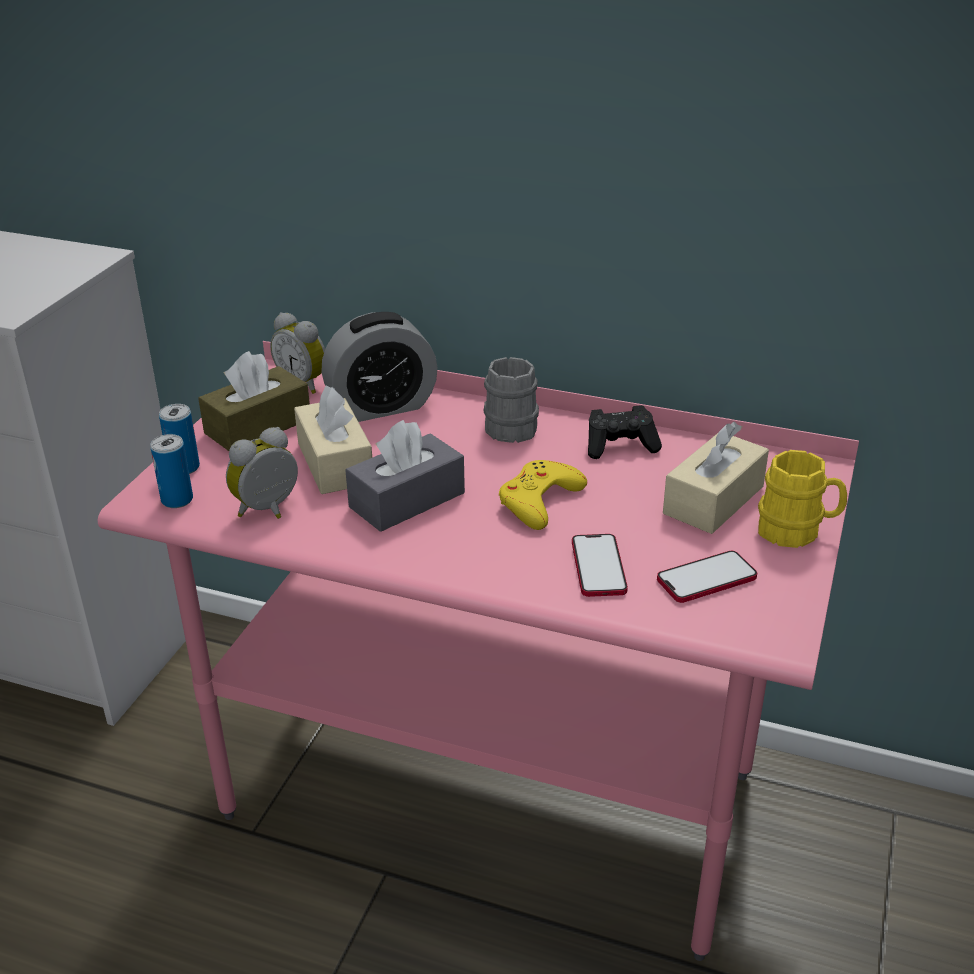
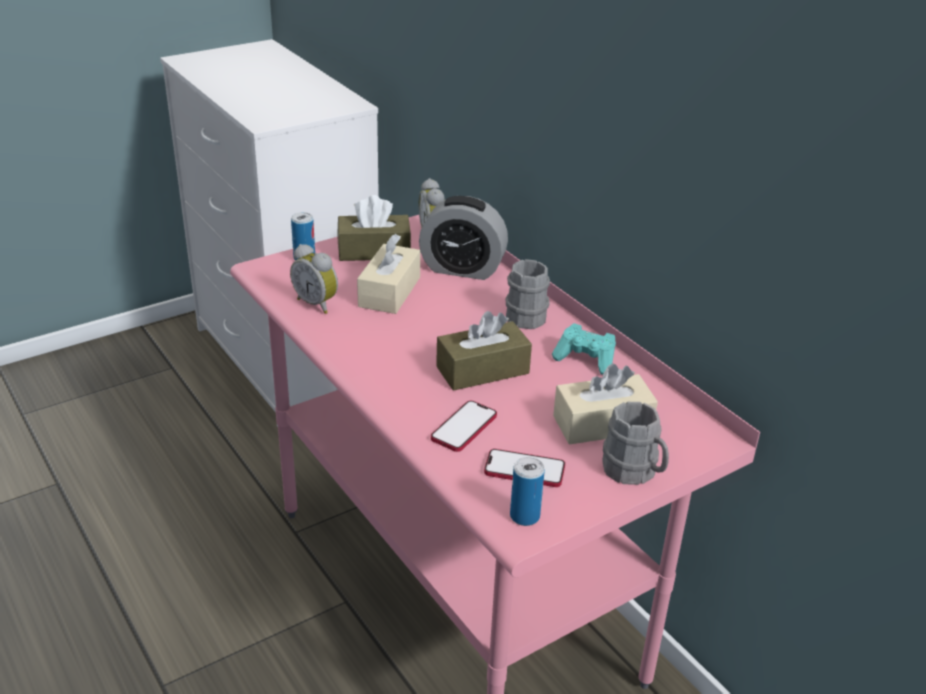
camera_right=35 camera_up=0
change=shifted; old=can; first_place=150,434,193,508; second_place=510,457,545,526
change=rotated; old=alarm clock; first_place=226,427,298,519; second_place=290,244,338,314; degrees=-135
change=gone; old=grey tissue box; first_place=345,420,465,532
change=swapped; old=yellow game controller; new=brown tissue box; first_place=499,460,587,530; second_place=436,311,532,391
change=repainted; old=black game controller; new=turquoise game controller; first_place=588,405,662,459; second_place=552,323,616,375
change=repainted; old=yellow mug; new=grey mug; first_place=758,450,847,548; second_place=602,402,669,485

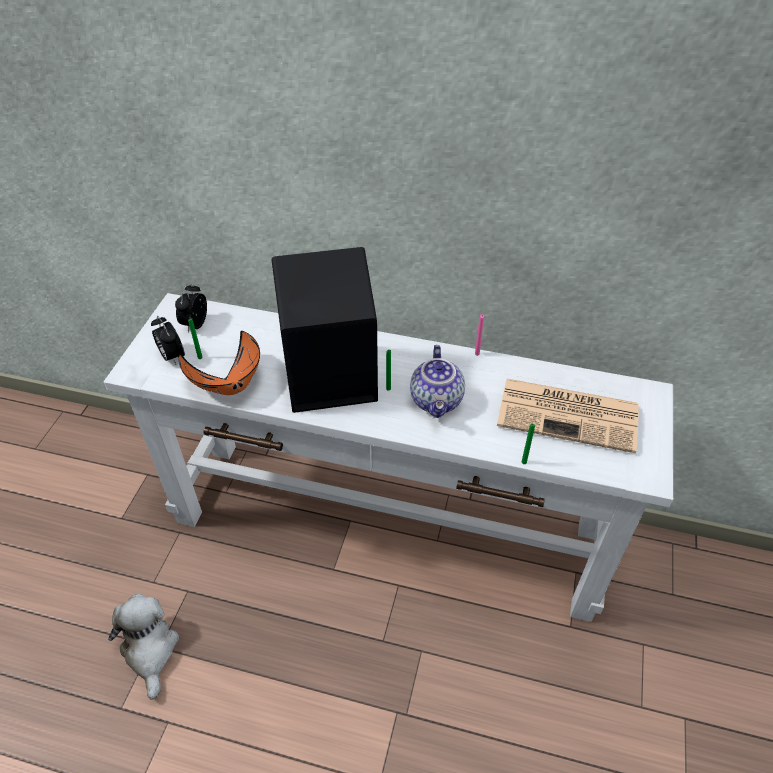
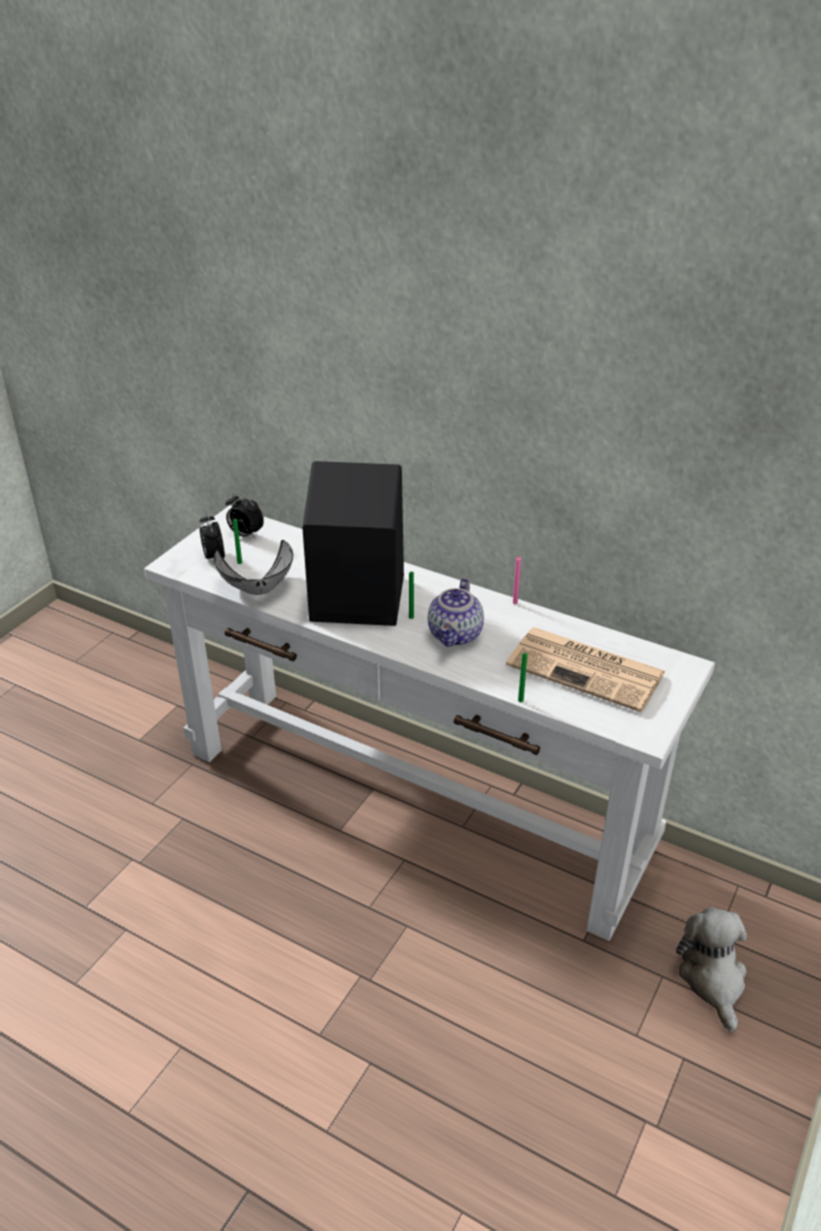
camera_right=15 camera_up=-10
change=shifted; old=plush toy; first_place=108,594,179,700; second_place=676,907,747,1032
change=rotated; old=alarm clock; first_place=175,283,207,333; second_place=226,492,264,538; degrees=-90
change=repainted; old=orange bowl; new=grey bowl; first_place=179,331,260,395; second_place=214,540,293,595

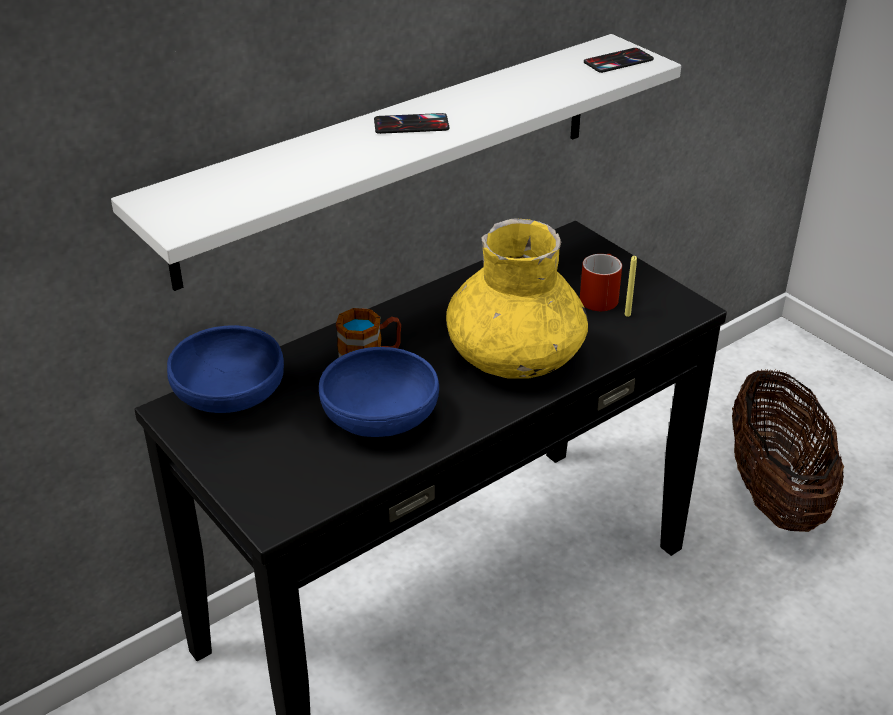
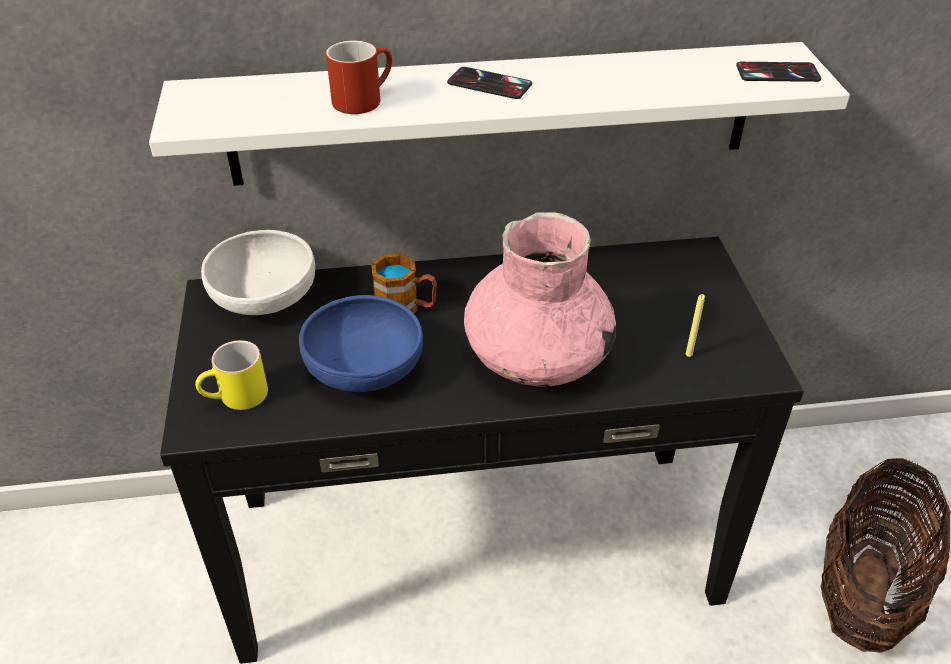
camera_right=30 camera_up=5
change=repainted; old=blue bowl; new=white bowl; first_place=167,325,284,413; second_place=201,230,315,315
change=repainted; old=yellow vase; new=pink vase; first_place=446,218,588,378; second_place=464,212,616,387
change=shifted; old=red mug; first_place=580,254,622,311; second_place=326,40,392,114
change=new; new=yellow mug; second_place=195,340,268,410

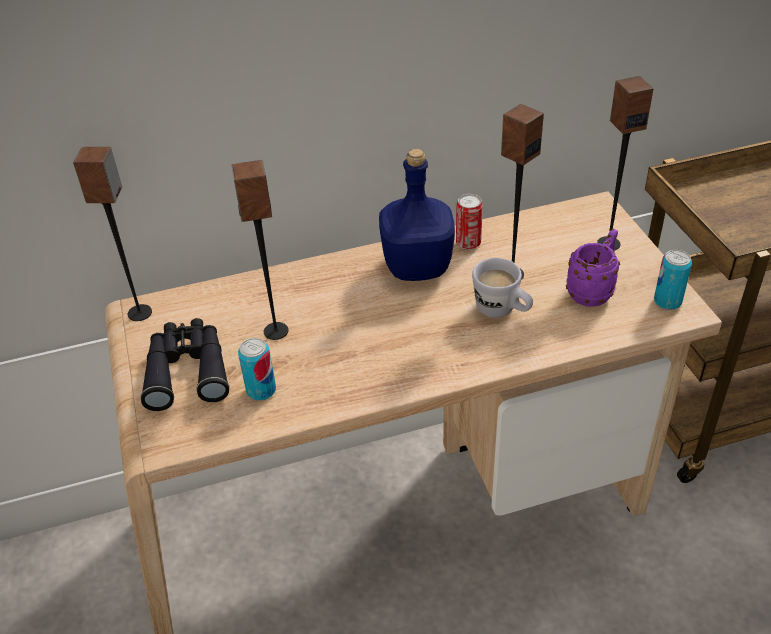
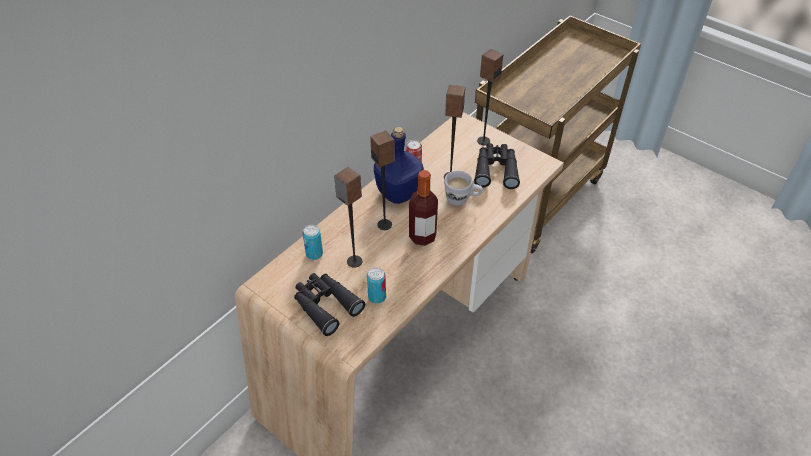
camera_right=-35 camera_up=5
change=shifted; old=speaker; first_place=73,147,152,321; second_place=370,131,395,230
change=swapped; old=purple mug; new=black binoculars; first_place=566,229,620,307; second_place=474,143,520,189
change=shifted; old=can; first_place=654,250,692,310; second_place=302,225,323,260
change=new; new=bottle; second_place=409,170,438,246

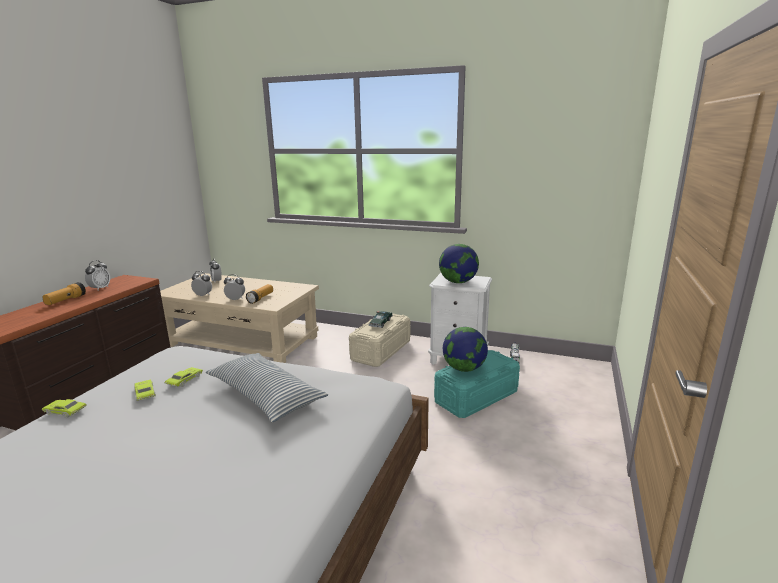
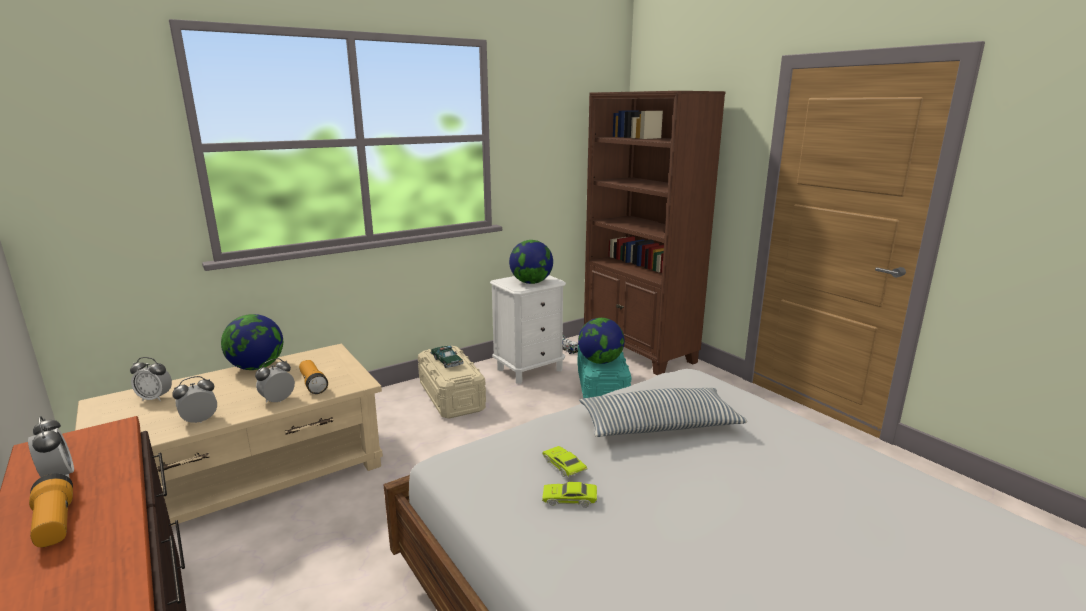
camera_right=-55 camera_up=0
change=gone; old=green toy car; first_place=42,399,87,418
change=new; new=globe; second_place=221,314,283,370
change=new; new=brown bookcase; second_place=584,91,726,375

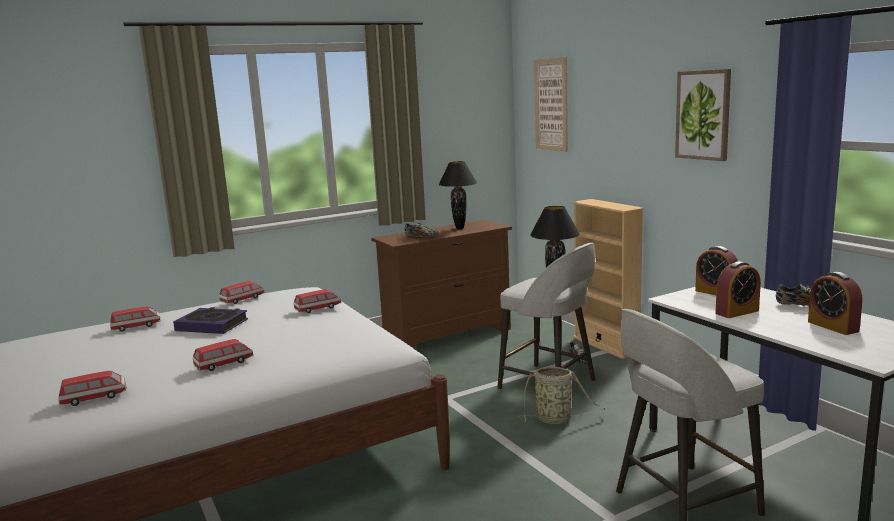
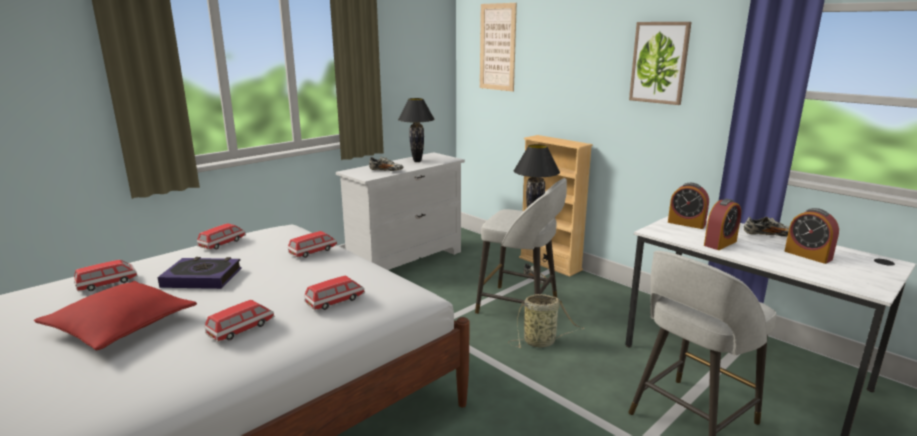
camera_right=-15 camera_up=5
change=shifted; old=toy car; first_place=59,371,126,406; second_place=304,276,365,310
change=repainted; old=brown dresser; new=white dresser; first_place=371,220,512,349; second_place=336,152,465,270
change=new; new=red pillow; second_place=34,281,197,351

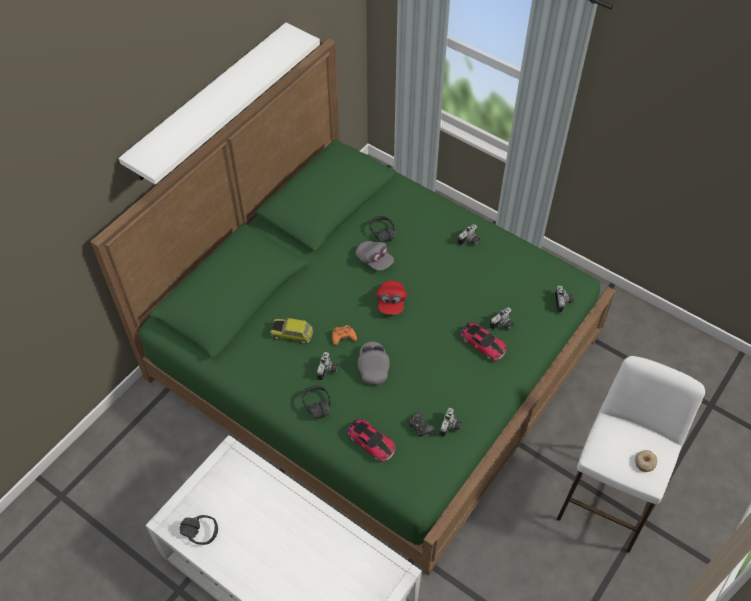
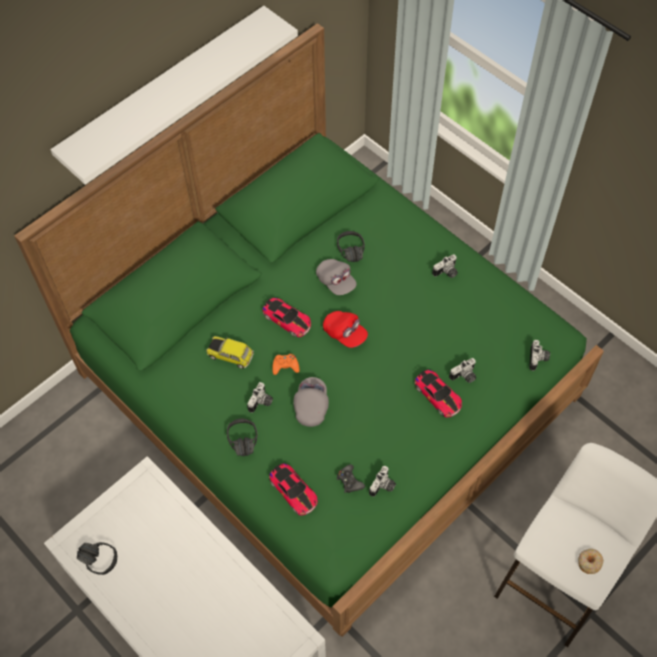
camera_right=10 camera_up=5
change=rotated; old=red cap; first_place=376,280,407,315; second_place=323,311,368,348; degrees=-60
change=new; new=toy car; second_place=263,298,311,337

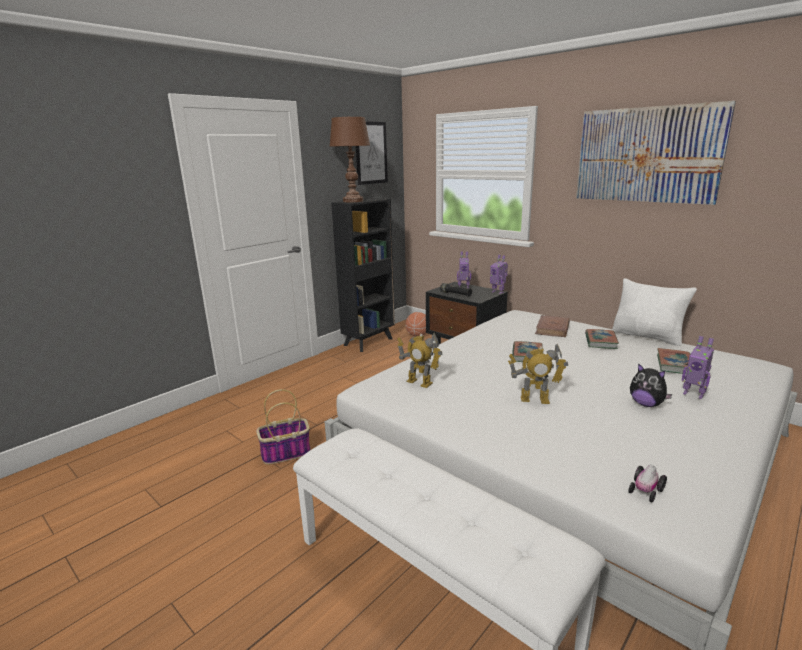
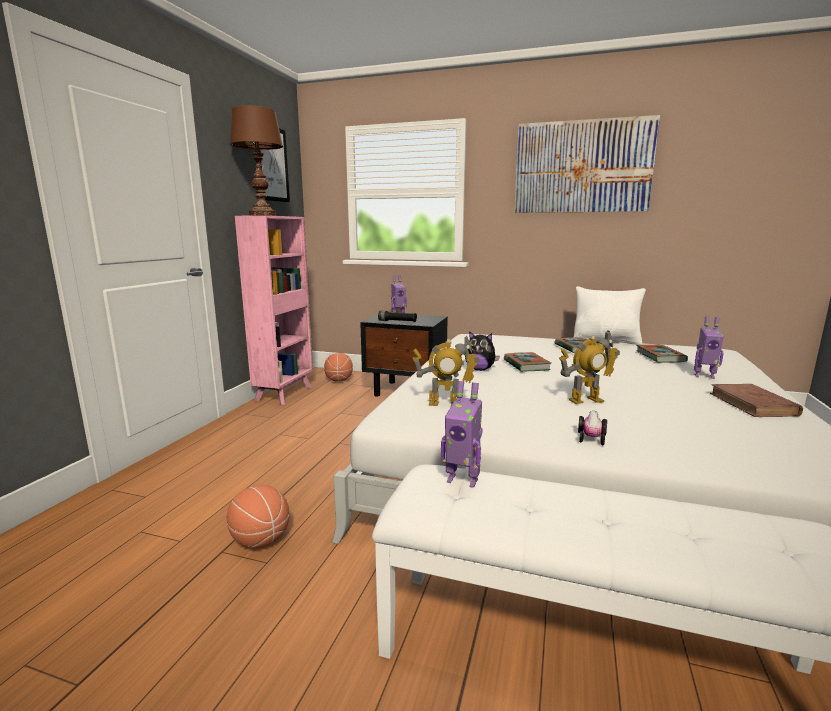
camera_right=-25 camera_up=-5
change=swapped; old=basket; new=basketball; first_place=256,389,311,465; second_place=227,485,290,548
change=repainted; old=black bookcase; new=pink bookcase; first_place=331,198,395,352; second_place=235,215,313,405
change=shifted; old=toy robot; first_place=490,255,508,294; second_place=441,381,483,488
change=shifted; old=brown book; first_place=535,315,570,337; second_place=710,384,803,417
change=shifted; old=toy car; first_place=628,465,667,503; second_place=578,411,607,445
change=shifted; old=plush toy; first_place=630,363,673,407; second_place=465,331,500,371

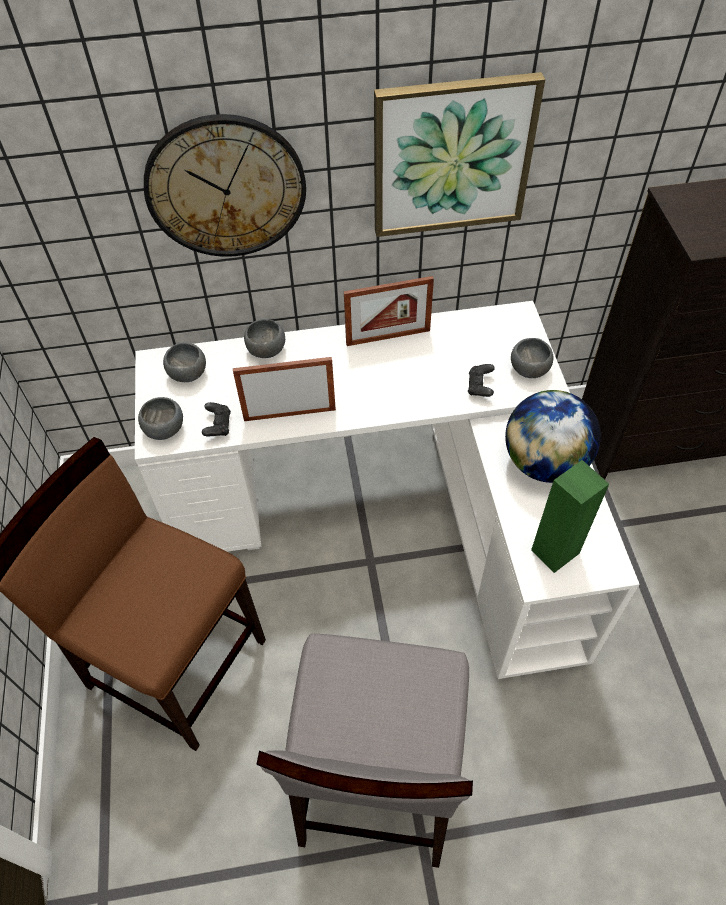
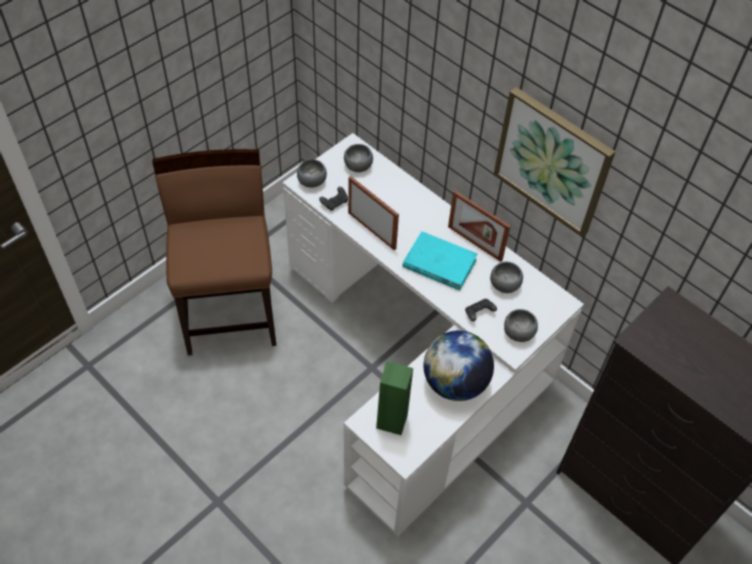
camera_right=50 camera_up=0
change=gone; old=wall clock; first_place=144,114,306,257
change=shifted; old=grey bowl; first_place=244,319,285,358; second_place=490,262,523,293
change=gone; old=grey chair; first_place=256,634,473,868
change=new; new=turquoise book; second_place=403,231,478,291

